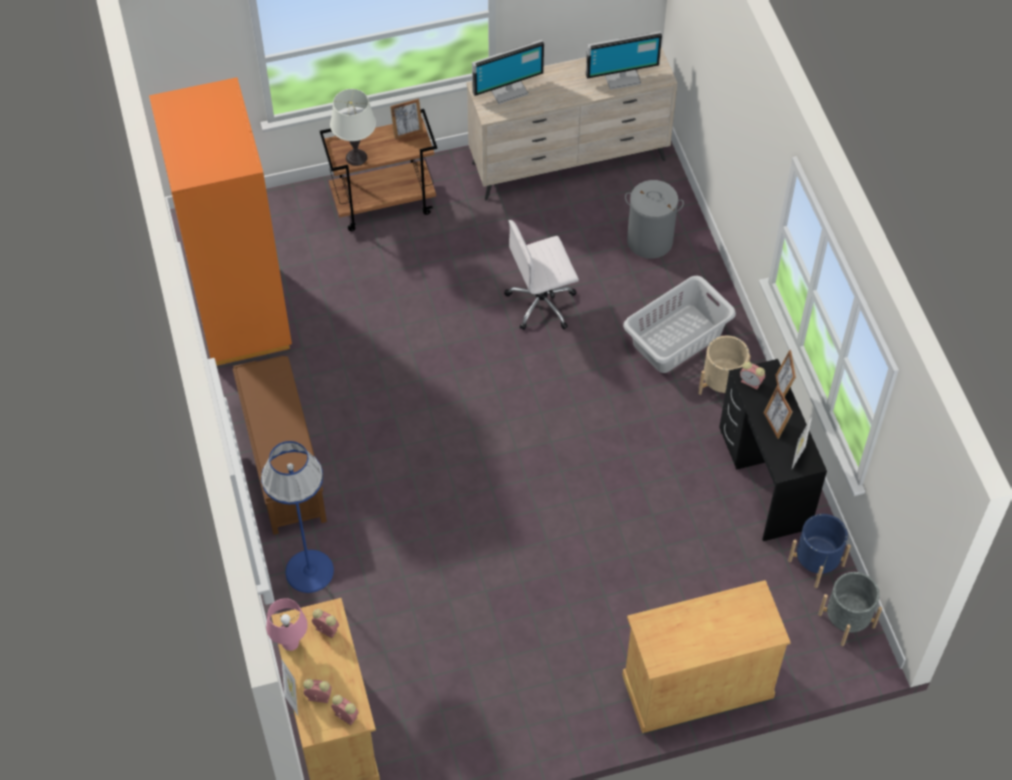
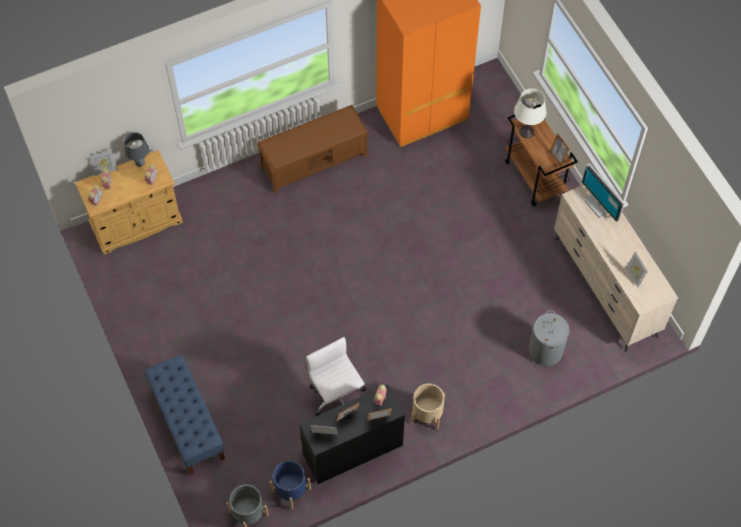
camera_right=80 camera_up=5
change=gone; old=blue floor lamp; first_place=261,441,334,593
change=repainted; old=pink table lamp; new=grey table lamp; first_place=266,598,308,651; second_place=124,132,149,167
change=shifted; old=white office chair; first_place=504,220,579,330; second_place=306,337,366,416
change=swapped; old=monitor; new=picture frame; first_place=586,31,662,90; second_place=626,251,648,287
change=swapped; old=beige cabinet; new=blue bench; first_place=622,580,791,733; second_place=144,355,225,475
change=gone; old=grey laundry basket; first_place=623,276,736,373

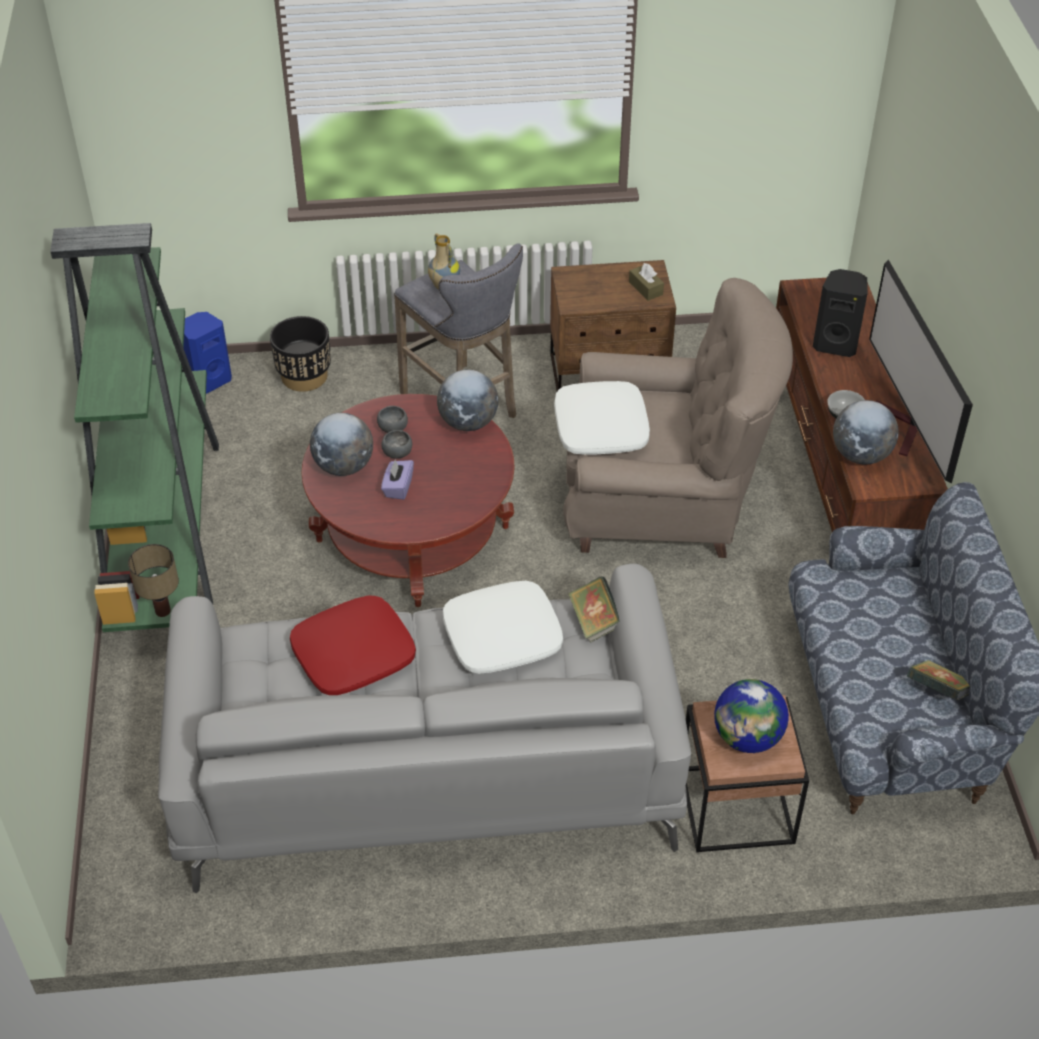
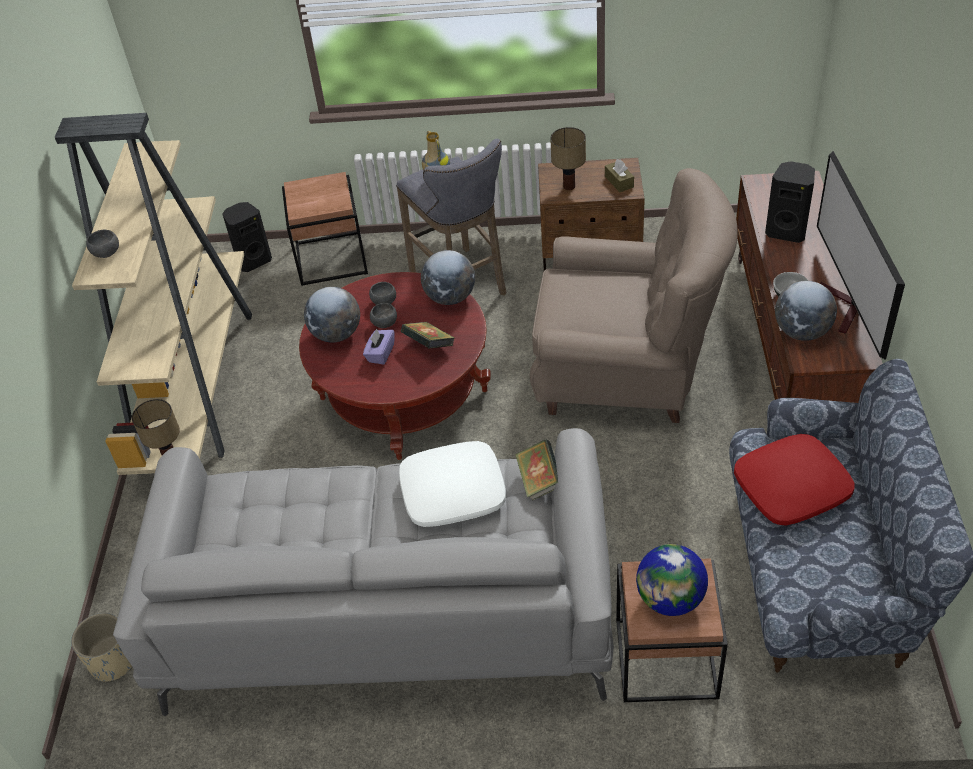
camera_right=10 camera_up=0
change=repainted; old=green bookcase; new=beige bookcase; first_place=50,223,219,632; second_place=55,113,252,475
change=repainted; old=blue speaker; new=black speaker; first_place=183,312,232,394; second_place=222,202,272,272
change=swapped; old=black planter; new=brown side table; first_place=270,316,331,392; second_place=282,172,368,286
change=shifted; old=red pillow; first_place=290,595,416,695; second_place=734,434,855,525
change=gone; old=white pillow; first_place=554,381,650,455
change=shifted; old=book; first_place=907,660,970,701; second_place=401,322,454,348
change=new; new=beige planter; second_place=71,613,133,682
change=new; new=grey bowl; second_place=86,230,119,258
change=new; new=table lamp; second_place=550,127,586,190

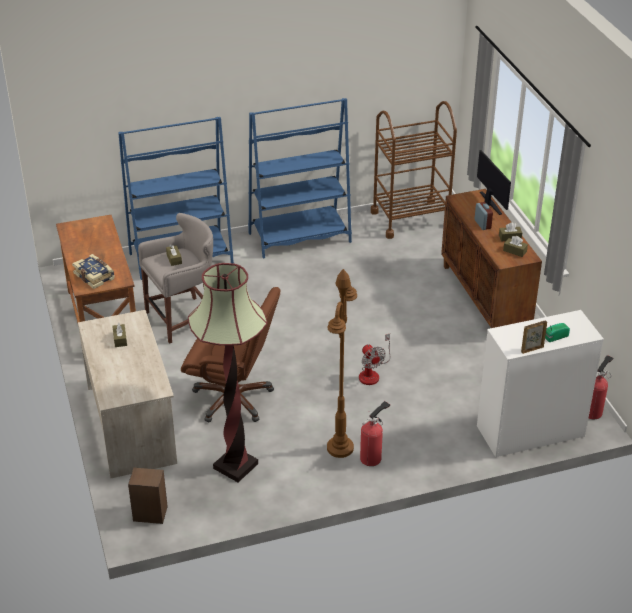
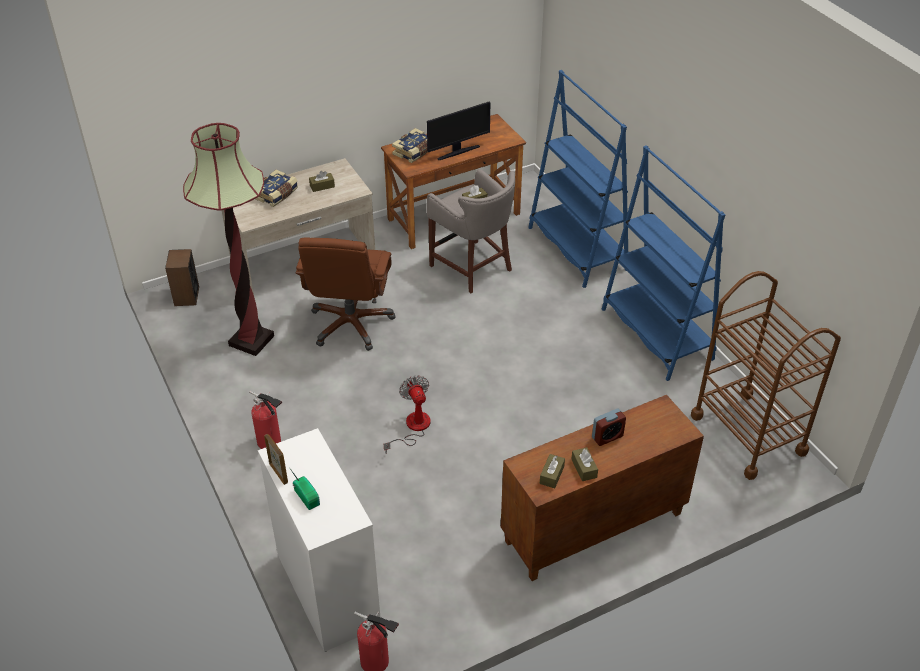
camera_right=80 camera_up=5
change=gone; old=brown floor lamp; first_place=327,269,357,458
change=rotated; old=fan; first_place=359,334,391,385; second_place=384,375,431,453; degrees=105
change=shifted; old=monitor; first_place=477,150,511,215; second_place=427,101,490,160
change=new; new=book; second_place=255,170,298,207

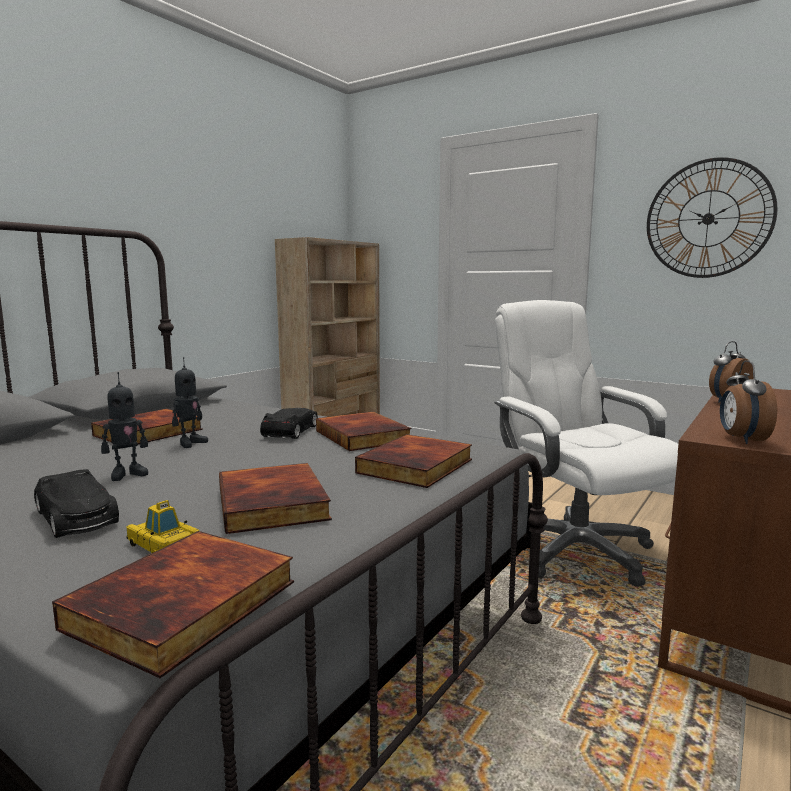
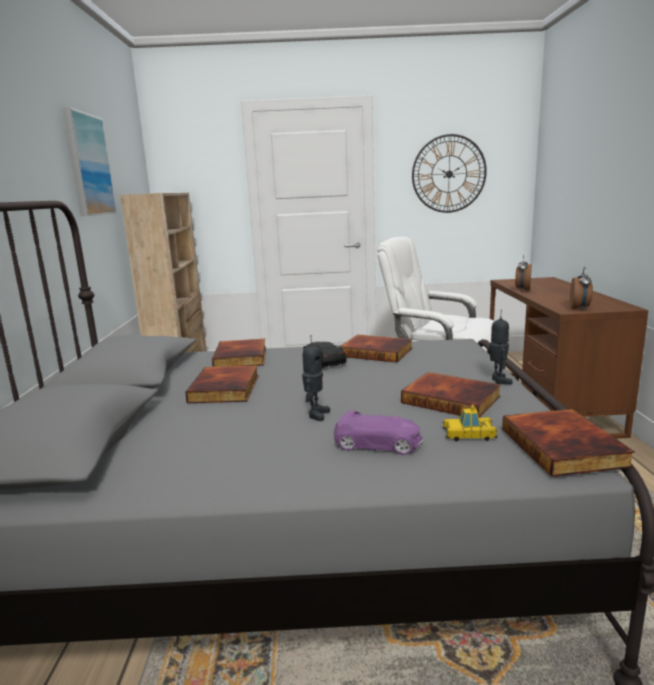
camera_right=-35 camera_up=5
change=repainted; old=black toy car; new=purple toy car; first_place=34,469,119,538; second_place=334,410,423,455
change=shifted; old=toy robot; first_place=172,357,208,448; second_place=489,310,513,385
change=shifted; old=book; first_place=355,434,472,488; second_place=212,339,266,367
change=rotated; old=alarm clock; first_place=720,360,777,444; second_place=570,267,593,311; degrees=-135
change=new; new=picture; second_place=63,107,117,216

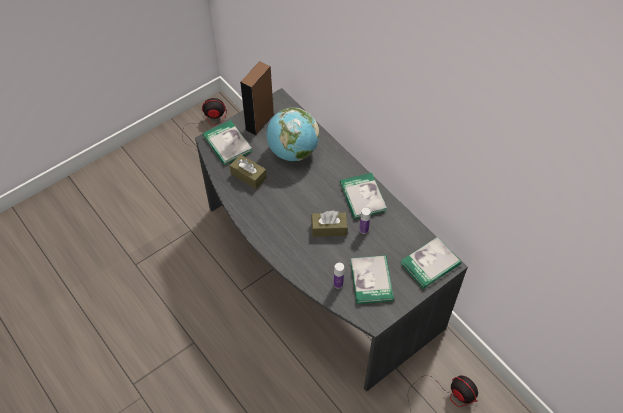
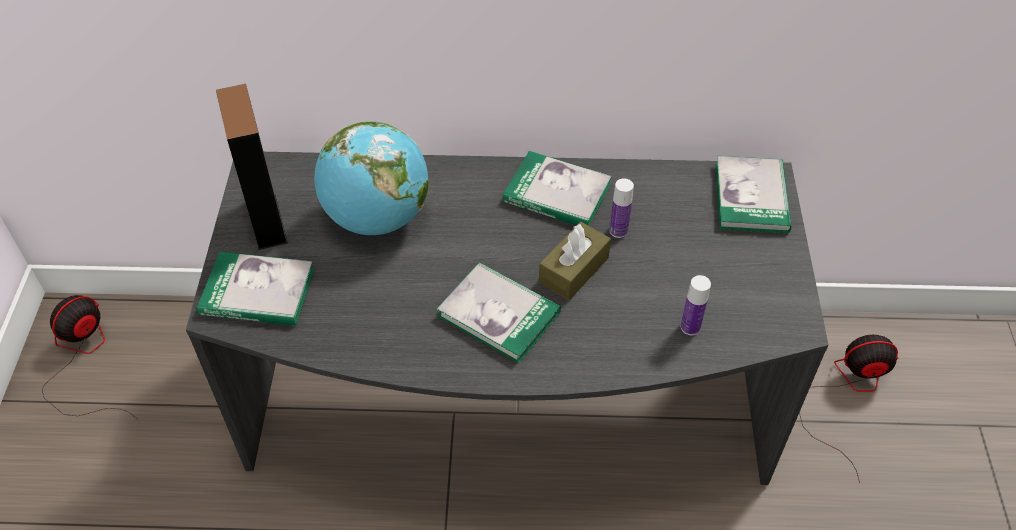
camera_right=-50 camera_up=-5
change=gone; old=brown tissue box; first_place=230,154,267,189
change=shifted; old=book; first_place=351,255,394,304; second_place=437,262,561,363

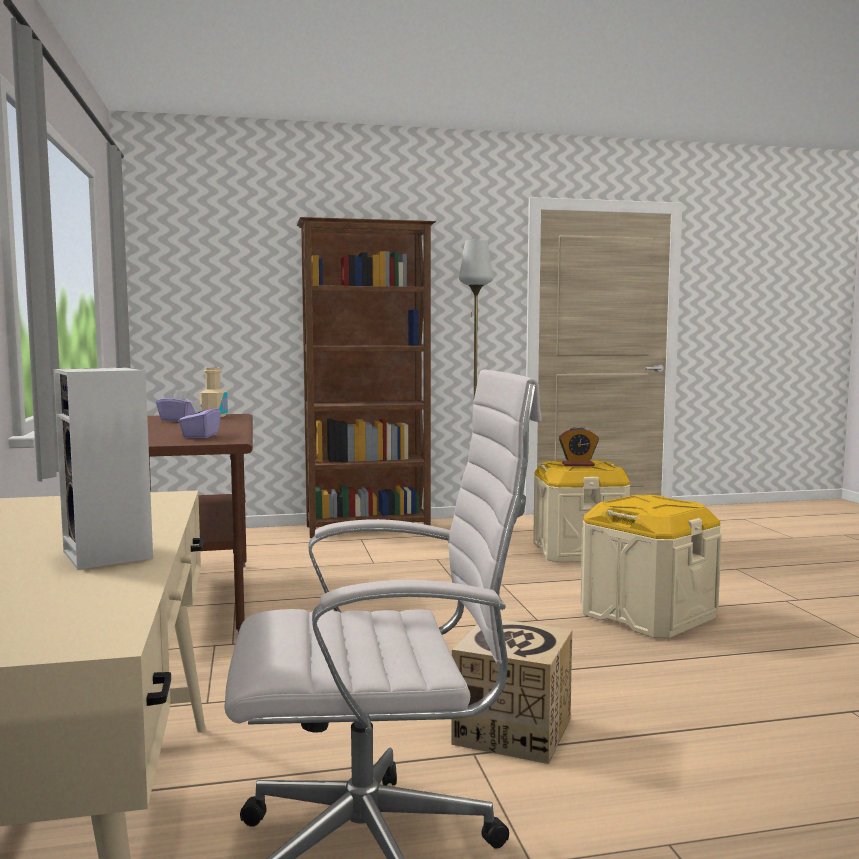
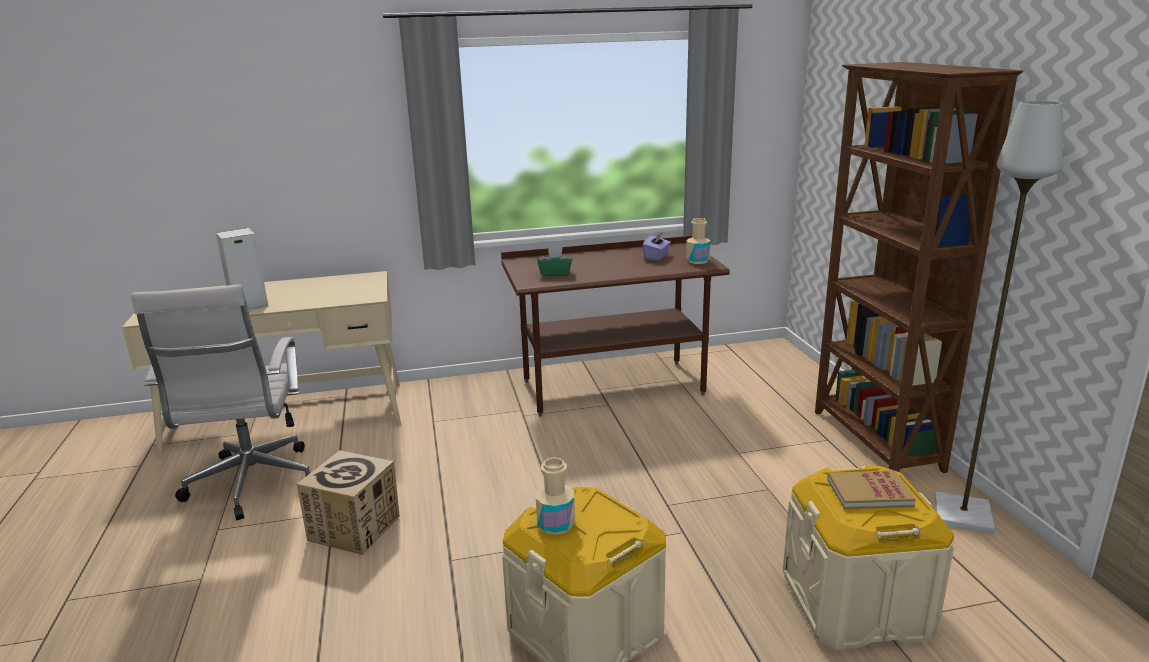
camera_right=90 camera_up=15
change=repainted; old=purple tissue box; new=green tissue box; first_place=178,400,221,438; second_place=537,247,573,276
change=swapped; old=alarm clock; new=book; first_place=559,427,599,466; second_place=827,471,916,509
change=new; new=beige bottle; second_place=536,457,575,535

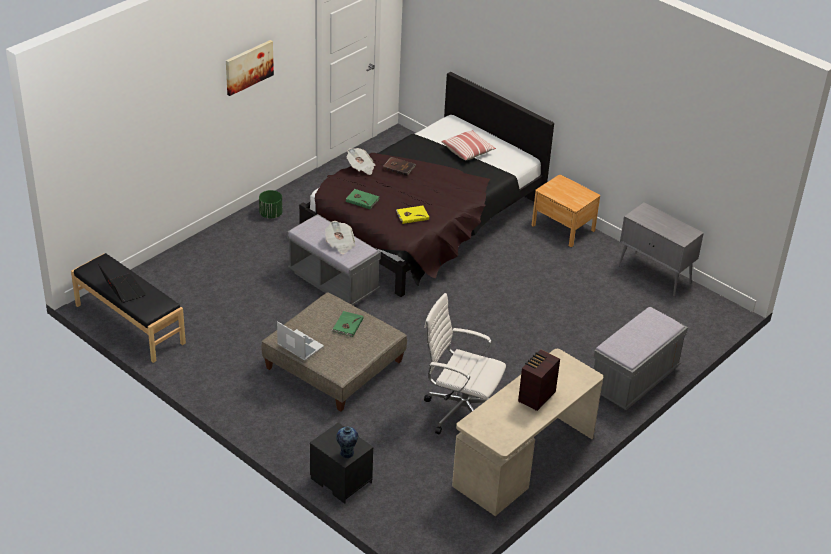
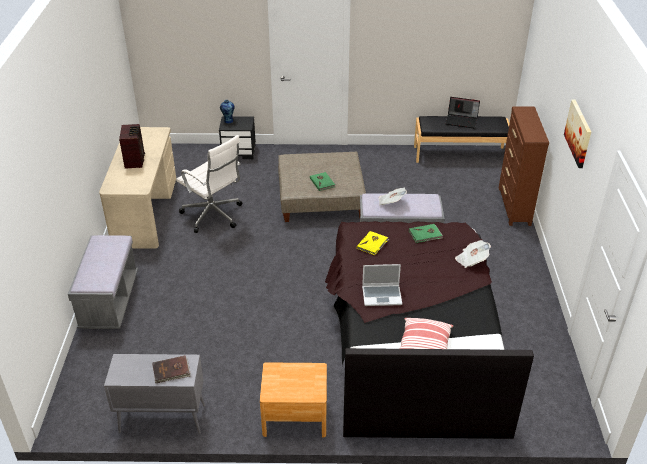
camera_right=140 camera_up=0
change=gone; old=green planter; first_place=259,190,282,218
change=shifted; old=laptop; first_place=277,321,324,361; second_place=362,264,402,306
change=shifted; old=brown book; first_place=383,157,415,176; second_place=152,356,191,383
change=rotated; old=white office chair; first_place=424,293,506,434; second_place=176,135,243,233; degrees=60
change=new; new=brown dresser; second_place=499,107,549,226

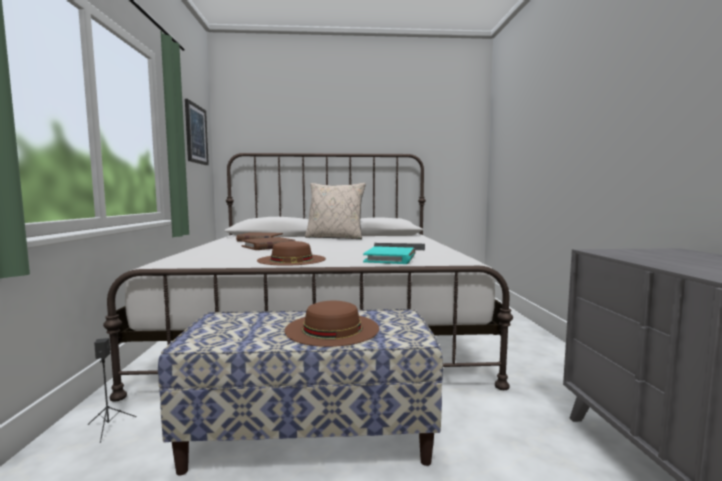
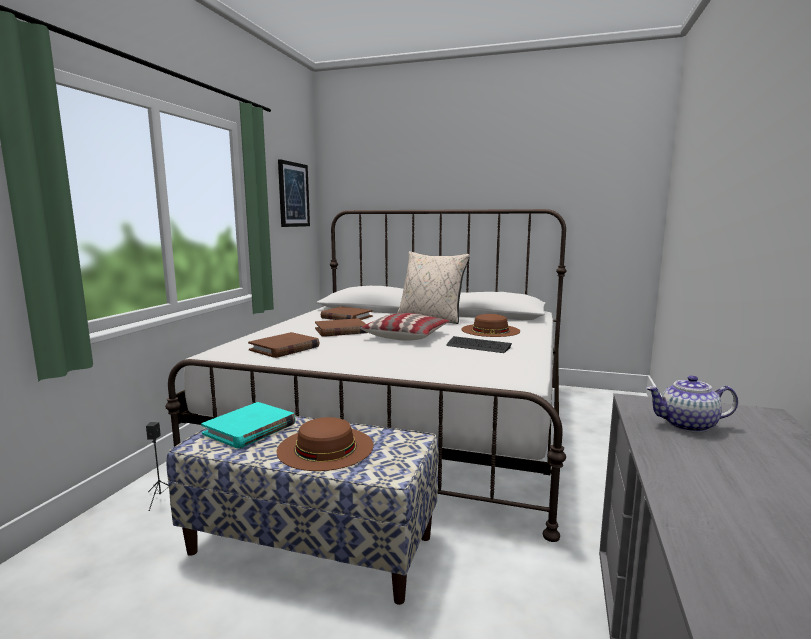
camera_right=20 camera_up=5
change=shifted; old=brown hat; first_place=257,241,326,266; second_place=461,314,520,337
change=shifted; old=turquoise book; first_place=363,246,416,264; second_place=201,402,296,448
change=new; new=brown book; second_place=248,332,319,358
change=new; new=pillow; second_place=360,313,449,341
change=new; new=teapot; second_place=646,375,738,433

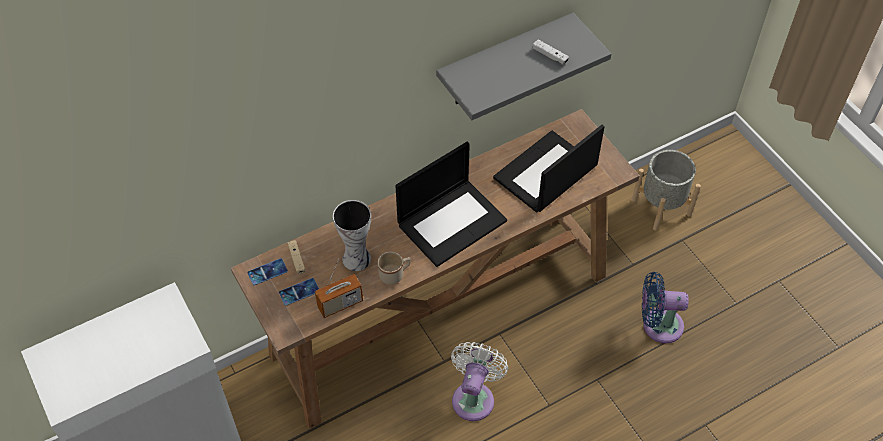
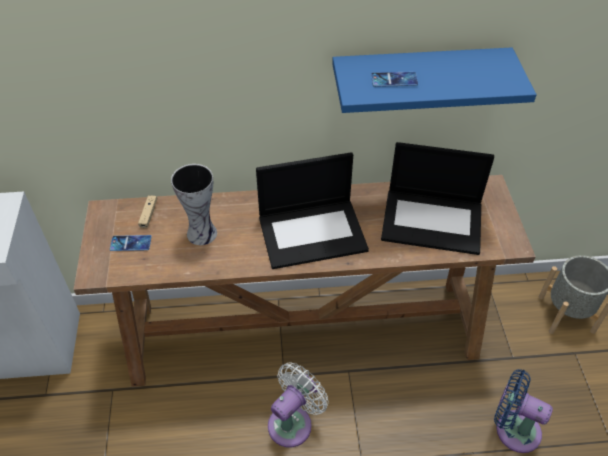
camera_right=25 camera_up=-5
change=shifted; old=phone; first_place=247,258,288,285; second_place=371,72,418,87
change=gone; old=radio; first_place=315,259,363,318
change=gone; old=beige mug; first_place=378,252,411,285
change=repainted; old=grey shelf; new=blue shelf; first_place=436,13,611,120; second_place=332,47,536,113
change=rotated; old=laptop; first_place=493,125,605,212; second_place=381,142,494,255; degrees=-150
change=gone; old=white game controller; first_place=533,40,569,64

